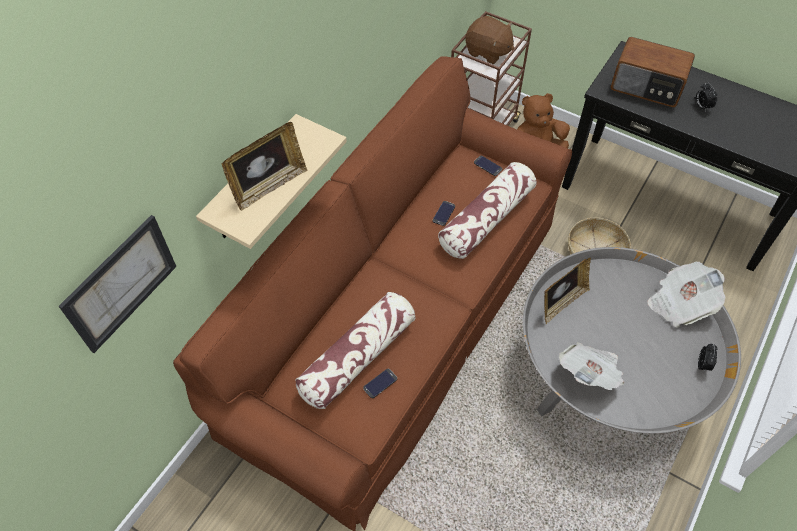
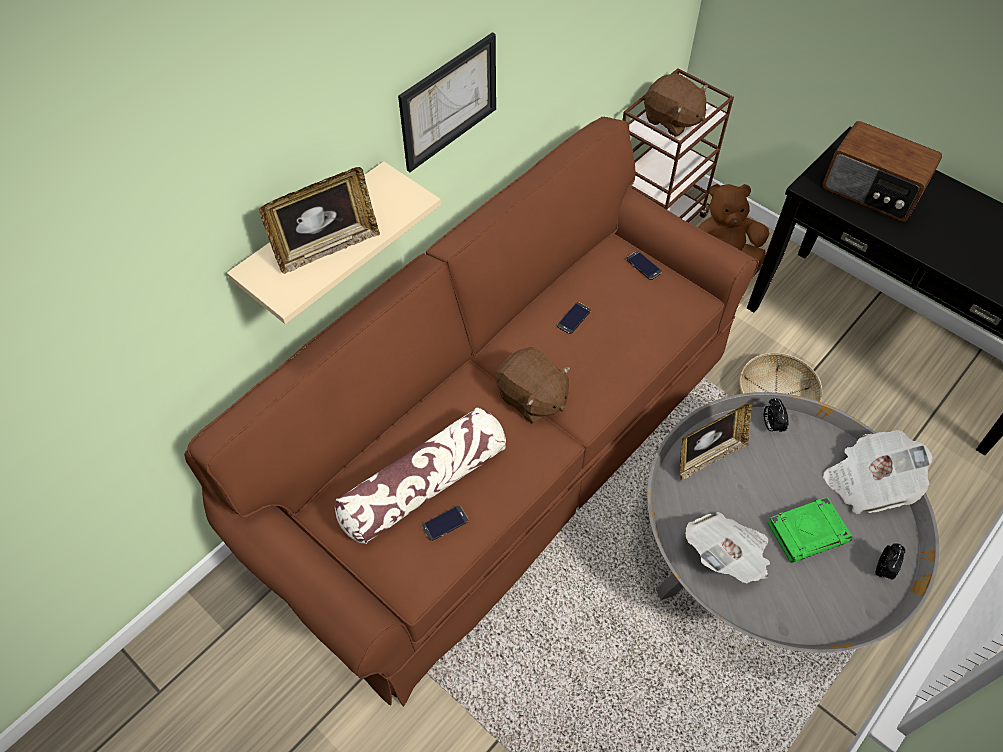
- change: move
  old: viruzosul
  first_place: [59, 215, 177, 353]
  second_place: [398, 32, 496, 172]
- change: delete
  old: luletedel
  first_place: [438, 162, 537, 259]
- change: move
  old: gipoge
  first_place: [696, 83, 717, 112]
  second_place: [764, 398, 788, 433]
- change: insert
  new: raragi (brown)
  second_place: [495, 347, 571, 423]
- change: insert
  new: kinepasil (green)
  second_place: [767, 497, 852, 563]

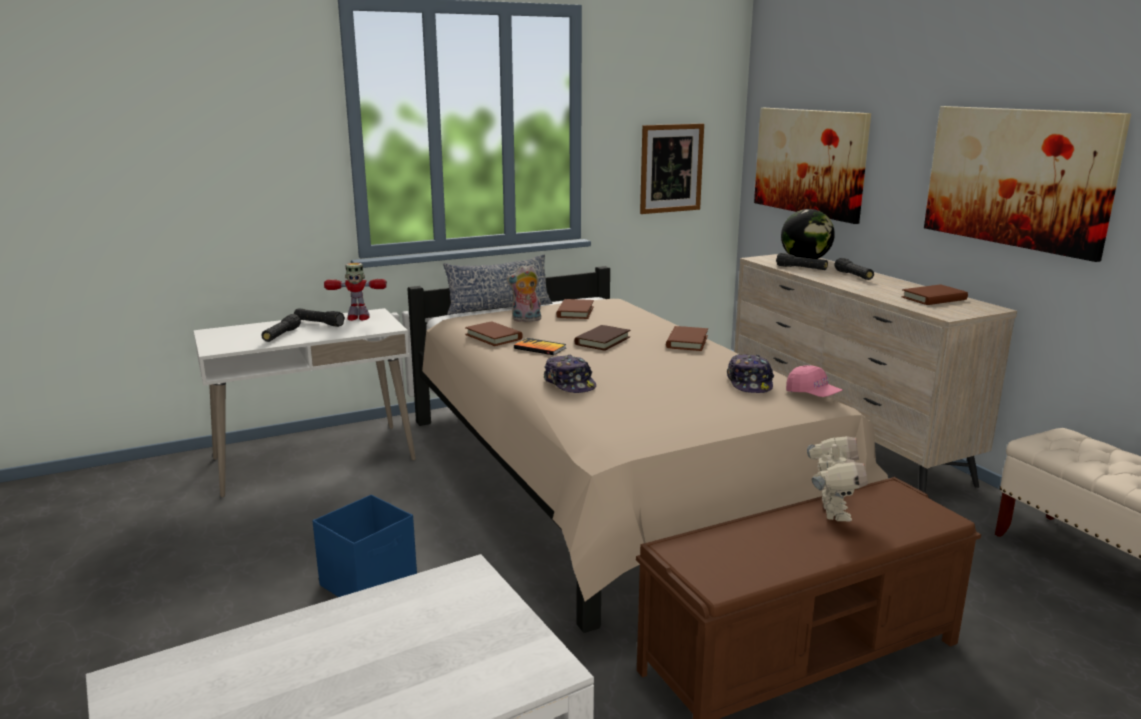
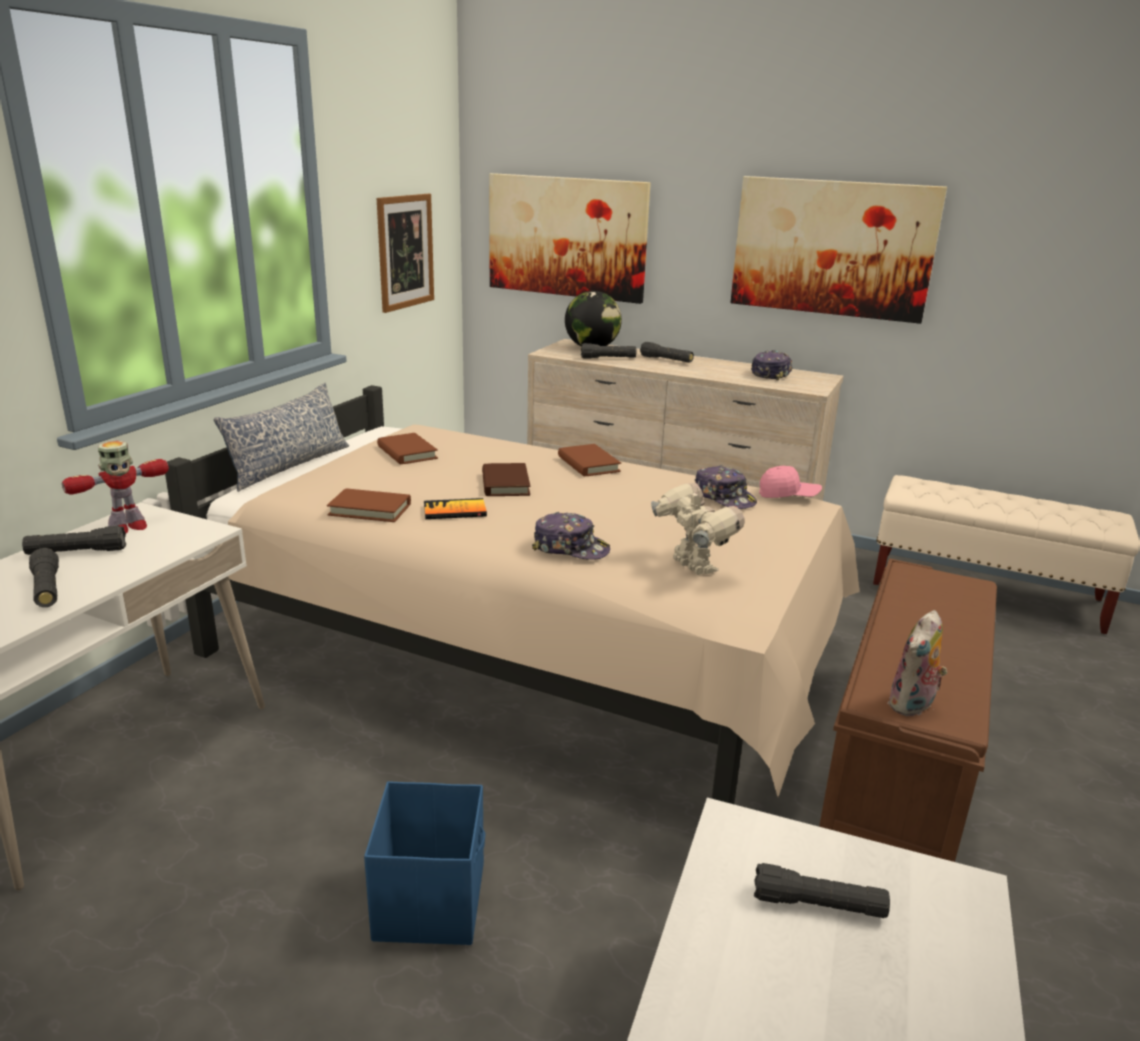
- change: move
  old: raragi
  first_place: [507, 265, 541, 322]
  second_place: [887, 610, 947, 717]
- change: move
  old: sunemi
  first_place: [807, 435, 868, 521]
  second_place: [651, 483, 745, 575]
- change: replace
  old: kinepasil (brown)
  new: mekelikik
  first_place: [901, 284, 968, 305]
  second_place: [751, 350, 793, 381]
- change: insert
  new: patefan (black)
  second_place: [754, 863, 890, 918]

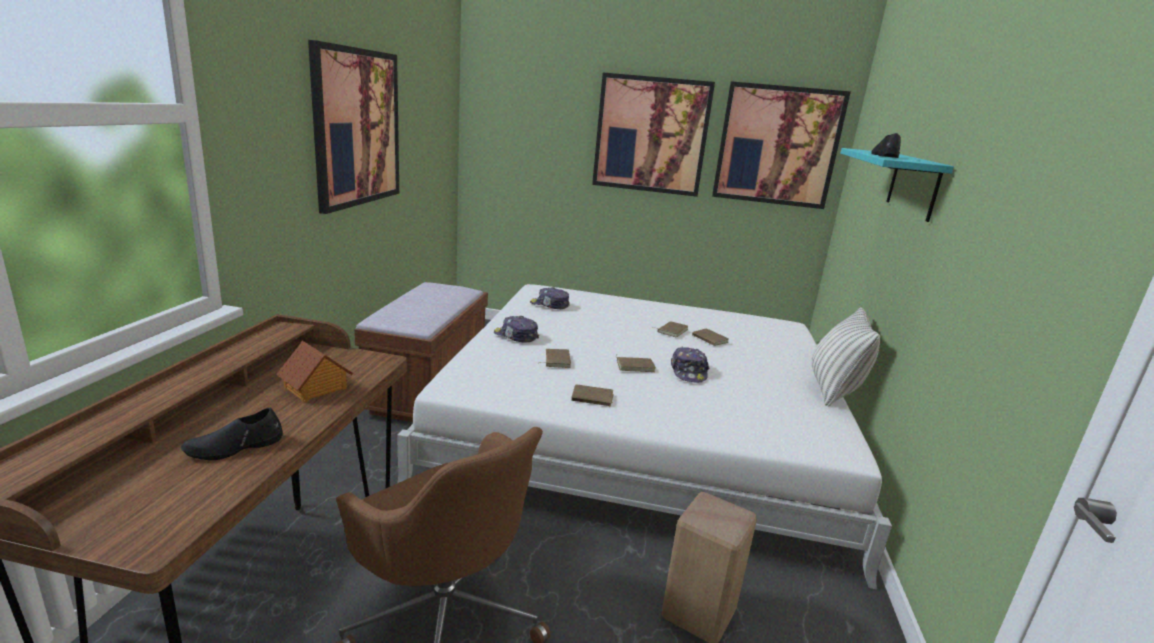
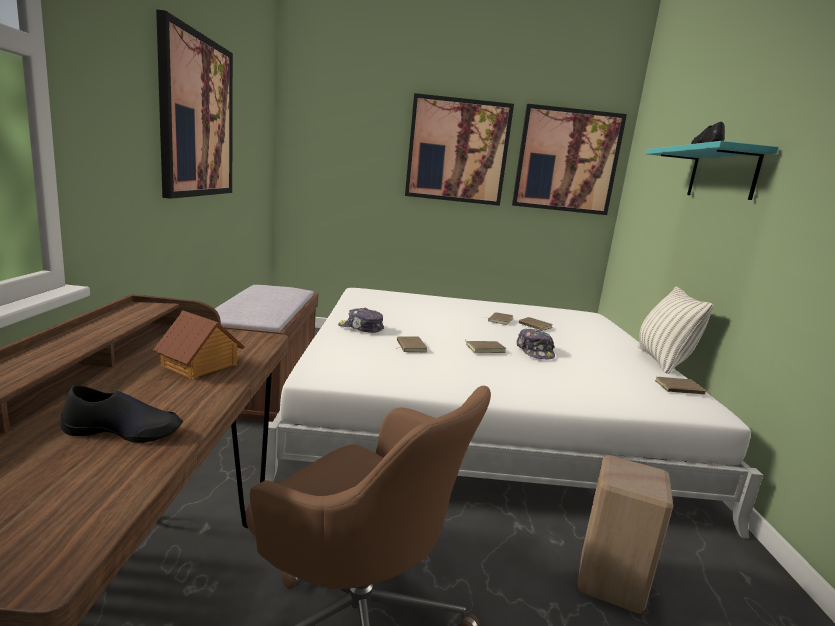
- change: rotate
  old: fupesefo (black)
  first_place: [181, 407, 283, 460]
  second_place: [60, 385, 183, 443]
  degrees: -135
- change: delete
  old: mekelikik
  first_place: [530, 287, 570, 309]
- change: move
  old: kinepasil (brown)
  first_place: [571, 385, 614, 408]
  second_place: [655, 377, 711, 395]

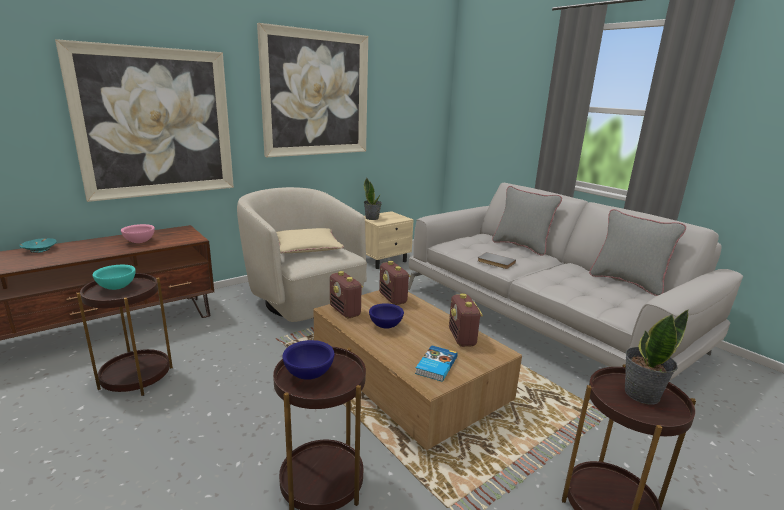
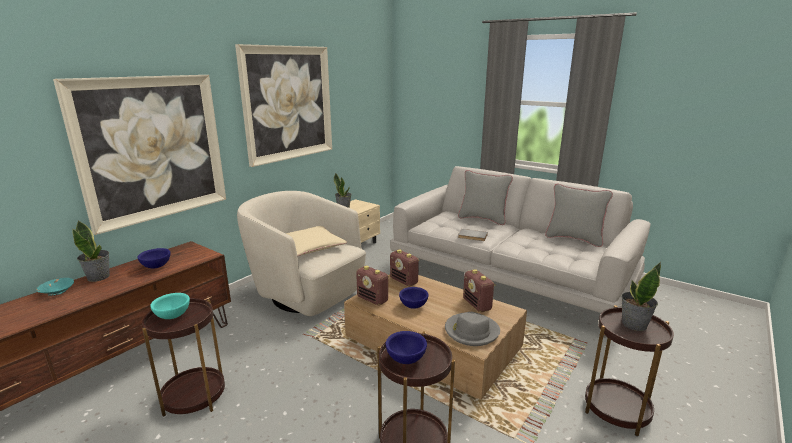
- change: recolor
  old: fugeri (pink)
  new: fugeri (blue)
  first_place: [121, 224, 155, 243]
  second_place: [137, 248, 170, 268]
- change: replace
  old: kinepasil
  new: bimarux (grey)
  first_place: [415, 345, 458, 382]
  second_place: [445, 312, 500, 346]
- change: insert
  new: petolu
  second_place: [72, 220, 110, 282]

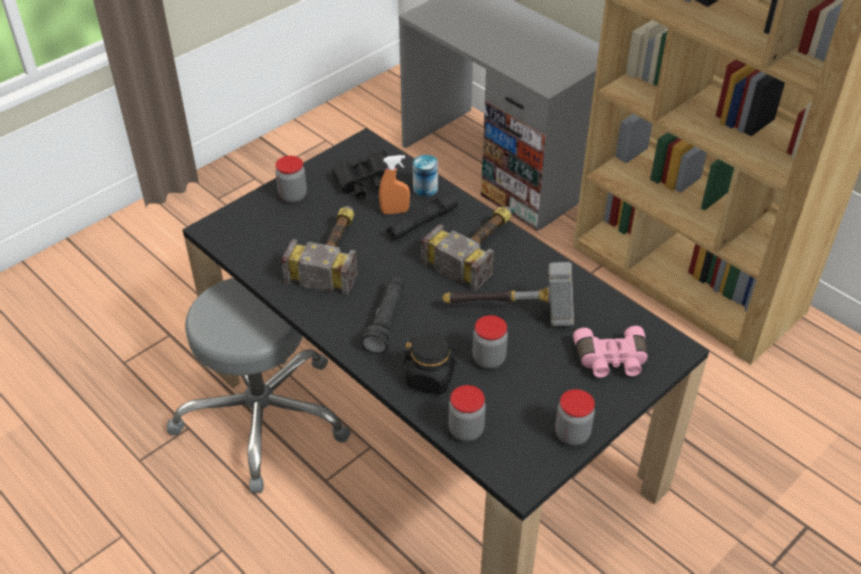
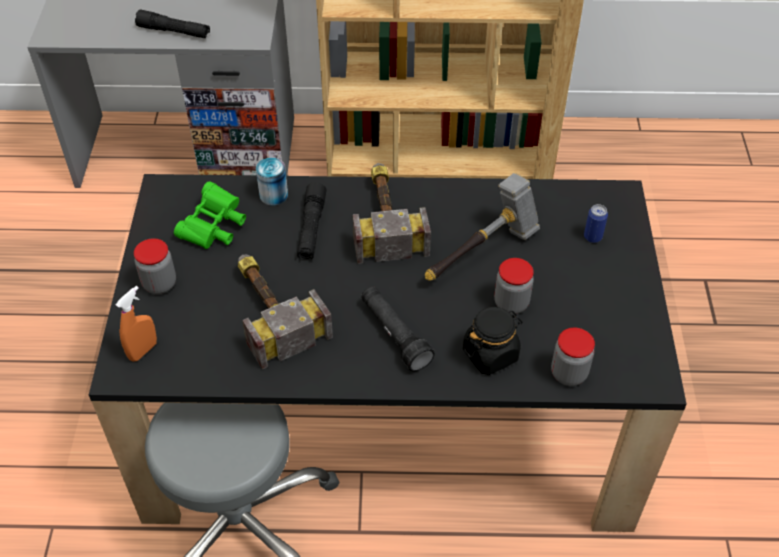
- change: recolor
  old: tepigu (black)
  new: tepigu (green)
  first_place: [332, 149, 388, 200]
  second_place: [174, 181, 246, 249]
- change: move
  old: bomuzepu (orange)
  first_place: [379, 155, 410, 214]
  second_place: [116, 286, 157, 362]
- change: delete
  old: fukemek
  first_place: [555, 389, 595, 446]
- change: replace
  old: tepigu (pink)
  new: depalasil
  first_place: [573, 326, 648, 377]
  second_place: [584, 204, 608, 243]
- change: insert
  new: patefan (black)
  second_place: [135, 10, 210, 38]

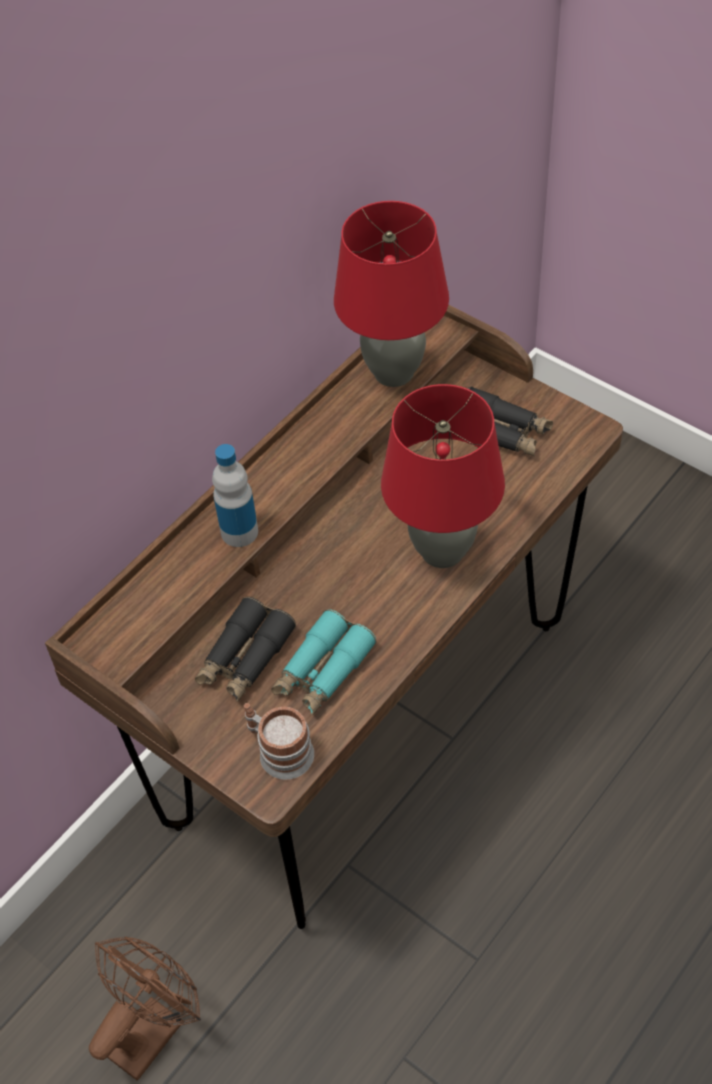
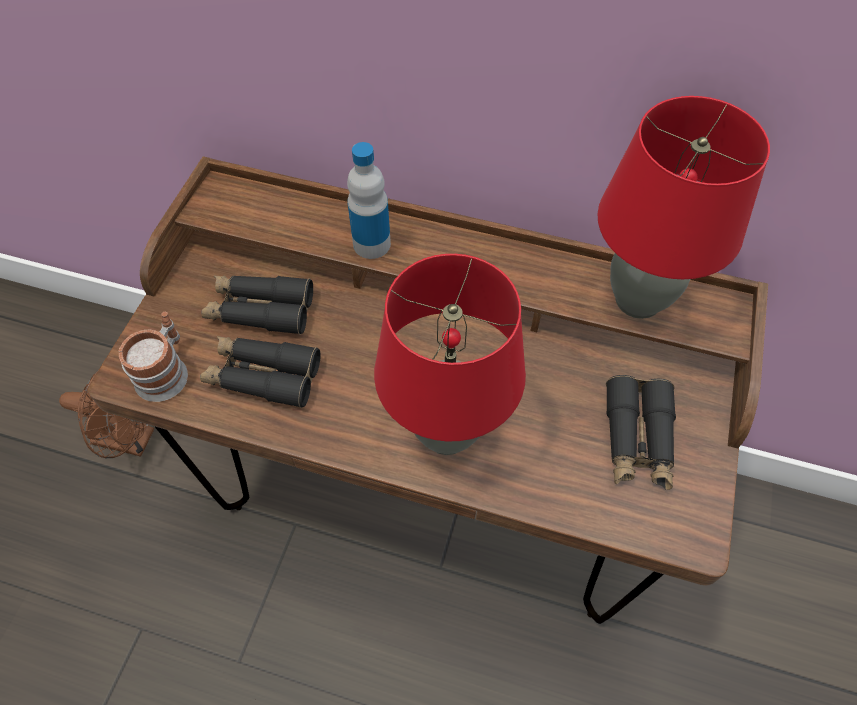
- change: recolor
  old: tepigu (turquoise)
  new: tepigu (black)
  first_place: [271, 609, 376, 715]
  second_place: [200, 336, 321, 408]

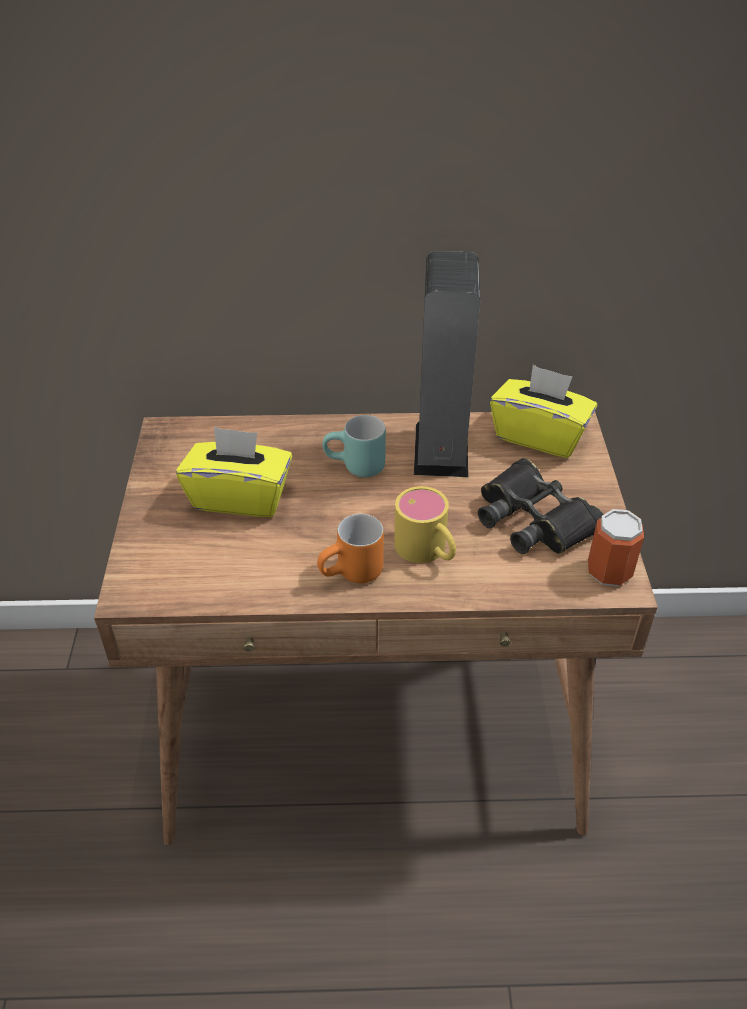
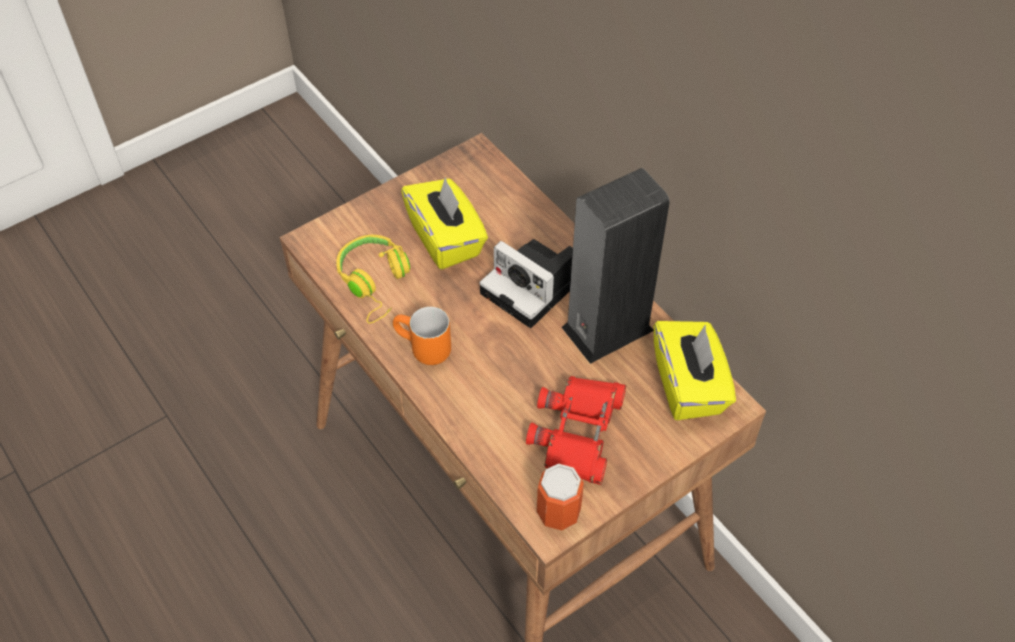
- change: replace
  old: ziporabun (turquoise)
  new: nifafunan
  first_place: [323, 415, 386, 477]
  second_place: [480, 239, 573, 328]
- change: delete
  old: ziporabun (yellow)
  first_place: [394, 486, 456, 563]
- change: recolor
  old: tepigu (black)
  new: tepigu (red)
  first_place: [478, 458, 604, 554]
  second_place: [526, 376, 626, 485]
- change: insert
  new: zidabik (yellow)
  second_place: [336, 235, 410, 323]

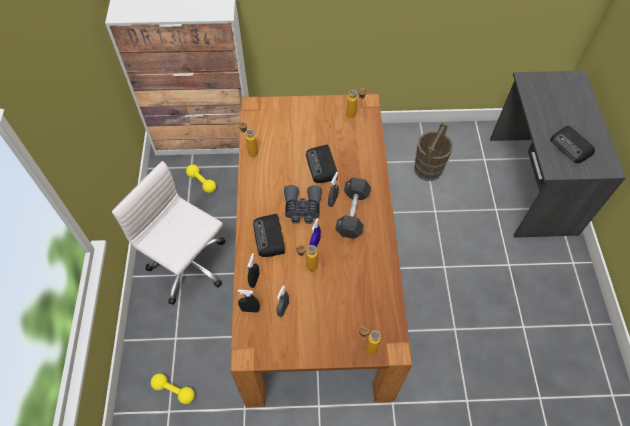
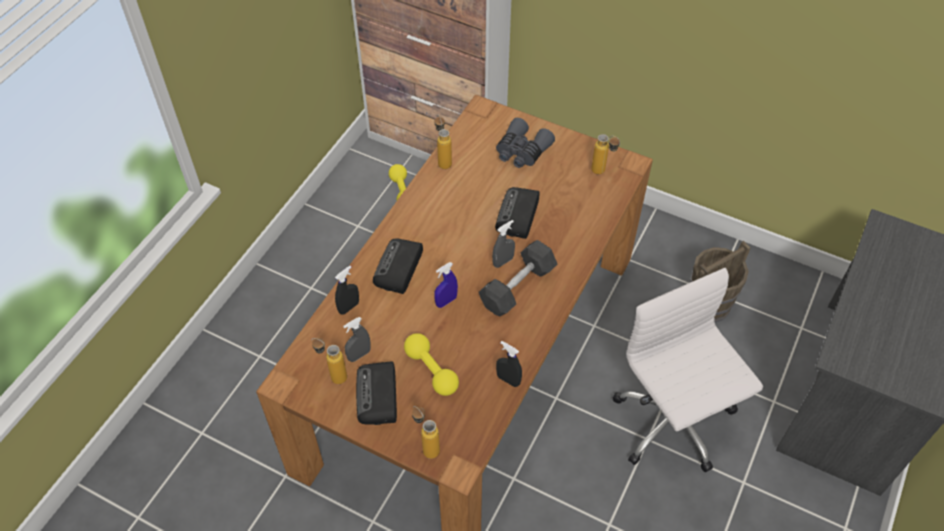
- change: move
  old: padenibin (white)
  first_place: [112, 161, 225, 305]
  second_place: [613, 268, 763, 472]
- change: move
  old: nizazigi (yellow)
  first_place: [151, 373, 195, 404]
  second_place: [404, 333, 459, 396]
- change: move
  old: bomuzepu (black)
  first_place: [237, 290, 260, 313]
  second_place: [496, 341, 522, 387]
- change: move
  old: tepigu (grey)
  first_place: [284, 185, 322, 224]
  second_place: [496, 118, 555, 168]
- change: move
  old: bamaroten
  first_place: [296, 245, 318, 271]
  second_place: [312, 338, 347, 384]
- change: move
  old: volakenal
  first_place: [551, 126, 595, 163]
  second_place: [356, 361, 397, 425]

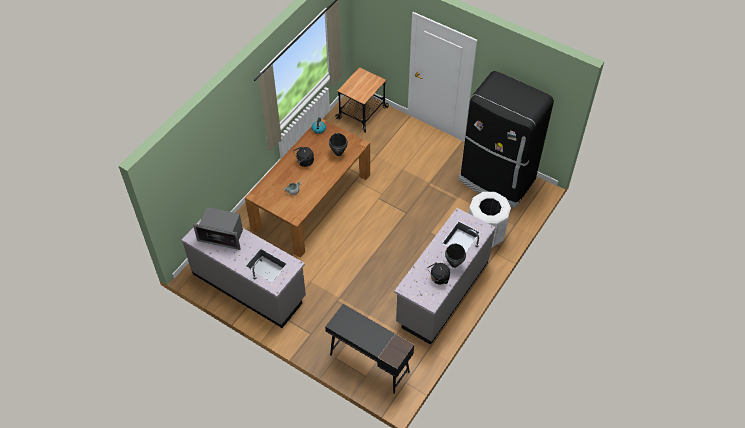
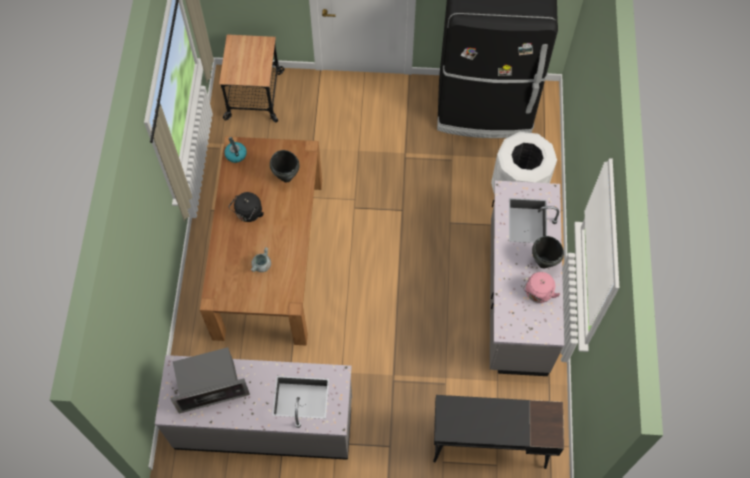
- change: recolor
  old: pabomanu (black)
  new: pabomanu (pink)
  first_place: [428, 262, 450, 285]
  second_place: [523, 272, 560, 303]

